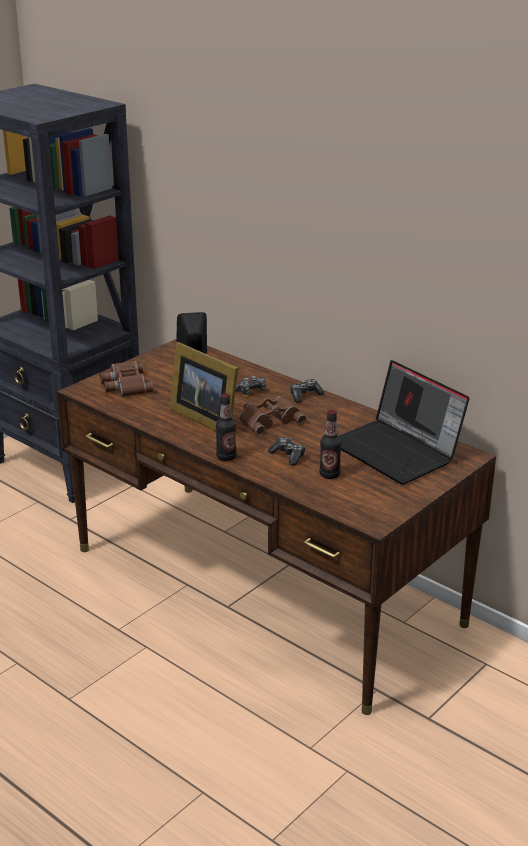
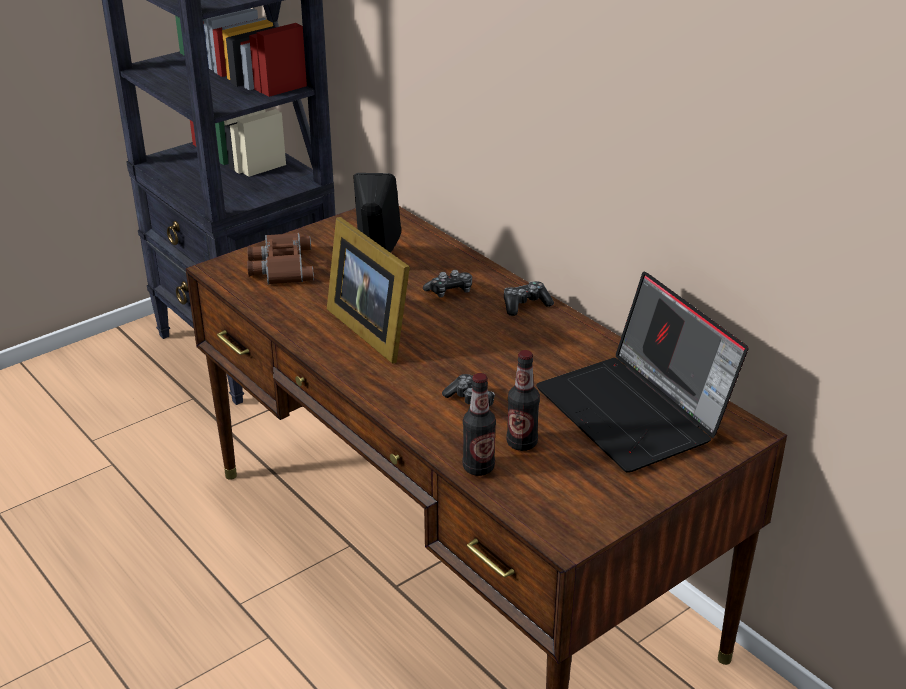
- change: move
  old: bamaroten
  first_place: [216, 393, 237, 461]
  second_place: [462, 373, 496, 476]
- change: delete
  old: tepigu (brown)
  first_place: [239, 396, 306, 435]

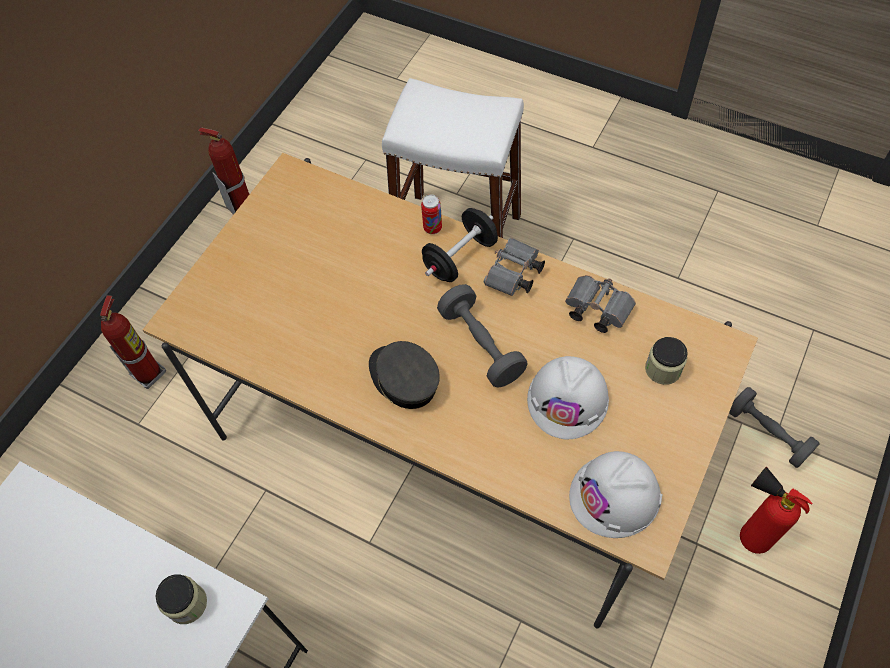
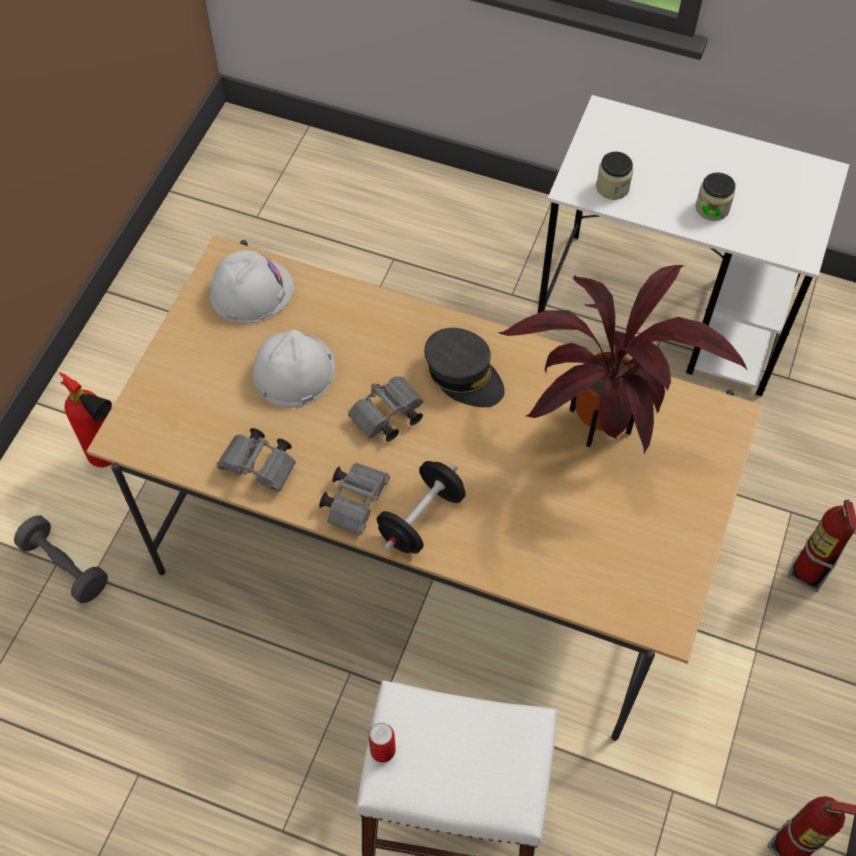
- change: move
  old: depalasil
  first_place: [421, 194, 442, 234]
  second_place: [368, 723, 396, 762]
- change: replace
  old: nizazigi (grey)
  new: tepigu (grey)
  first_place: [437, 284, 528, 387]
  second_place: [348, 376, 423, 442]
- change: move
  old: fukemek
  first_place: [645, 337, 688, 385]
  second_place: [695, 172, 735, 221]
- change: insert
  new: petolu
  second_place: [497, 265, 747, 453]

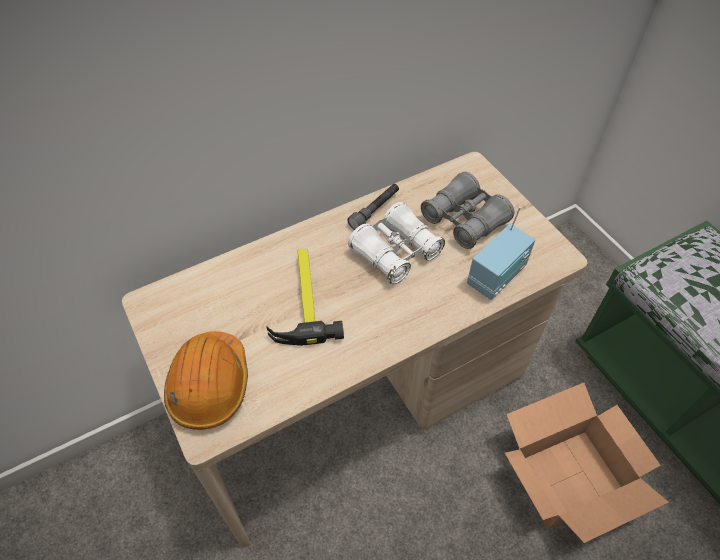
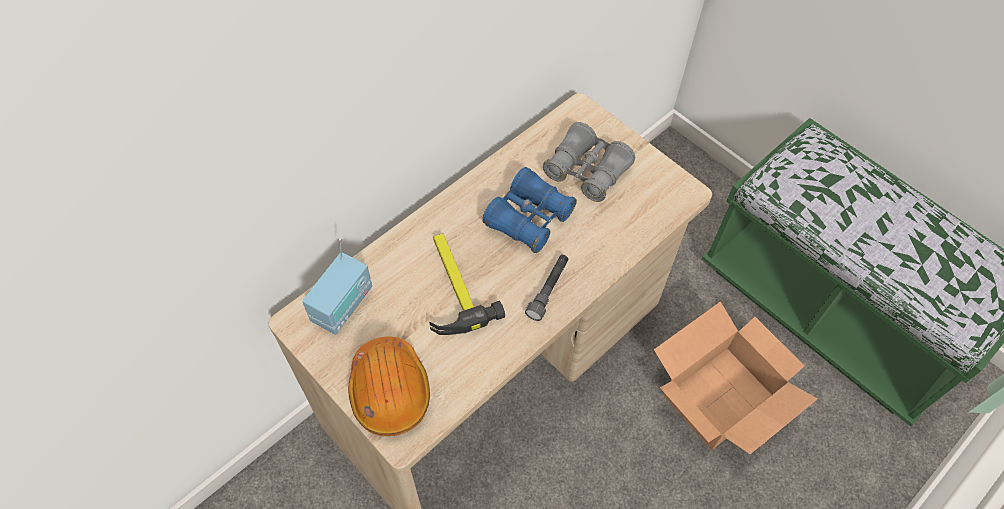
- change: move
  old: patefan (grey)
  first_place: [347, 184, 399, 230]
  second_place: [525, 255, 569, 321]
- change: recolor
  old: tepigu (white)
  new: tepigu (blue)
  first_place: [348, 202, 445, 284]
  second_place: [482, 167, 577, 253]
- change: move
  old: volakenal
  first_place: [467, 207, 535, 300]
  second_place: [302, 238, 372, 335]

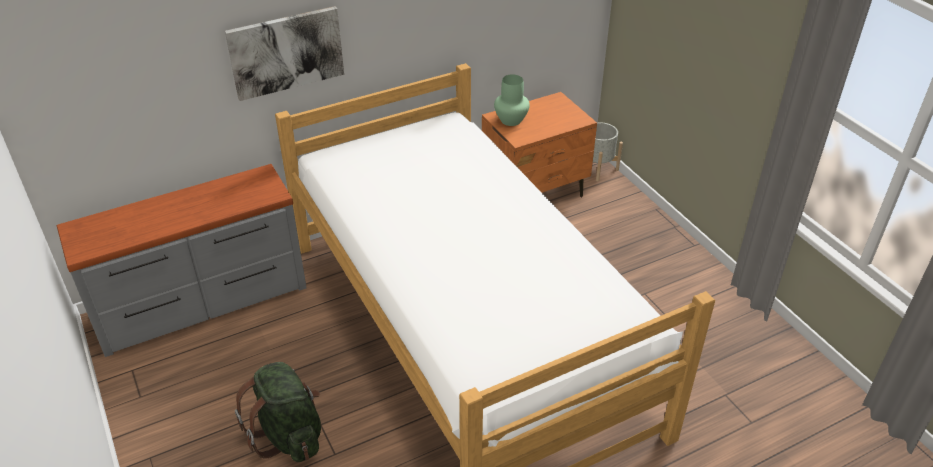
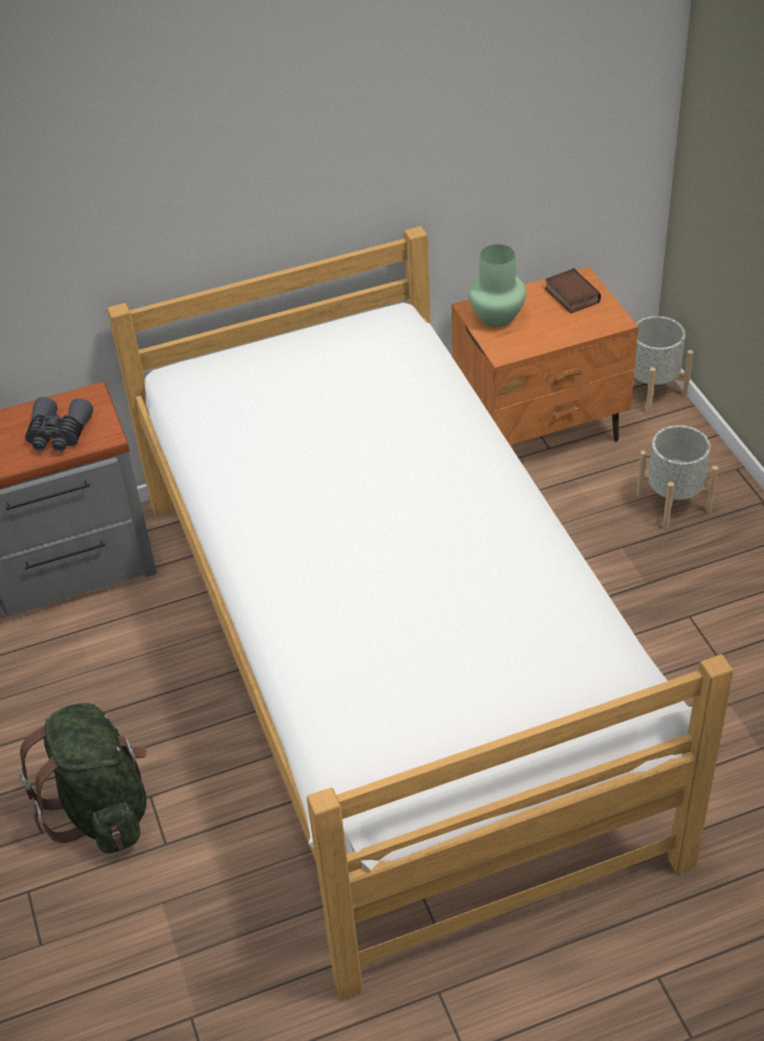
- change: delete
  old: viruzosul
  first_place: [225, 6, 344, 101]
- change: insert
  new: tepigu (grey)
  second_place: [25, 397, 93, 452]
- change: insert
  new: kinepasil
  second_place: [545, 268, 601, 313]
- change: insert
  new: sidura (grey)
  second_place: [636, 425, 718, 529]

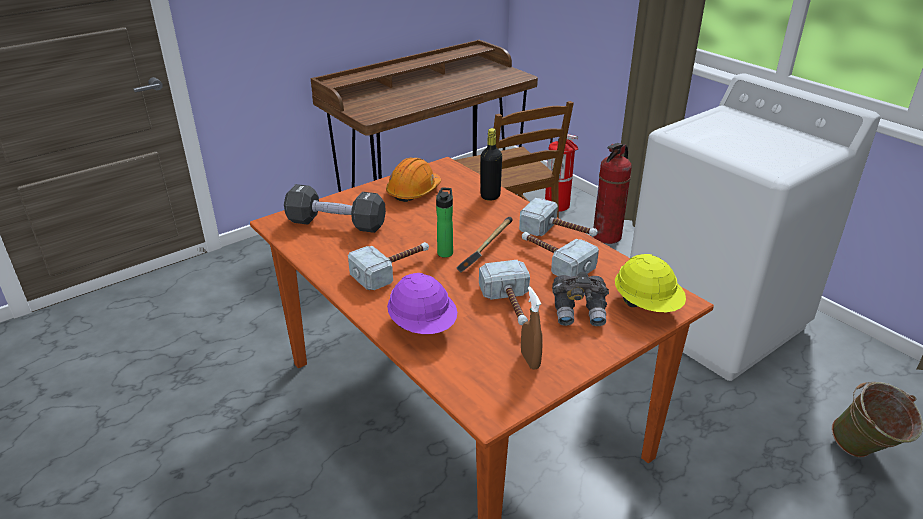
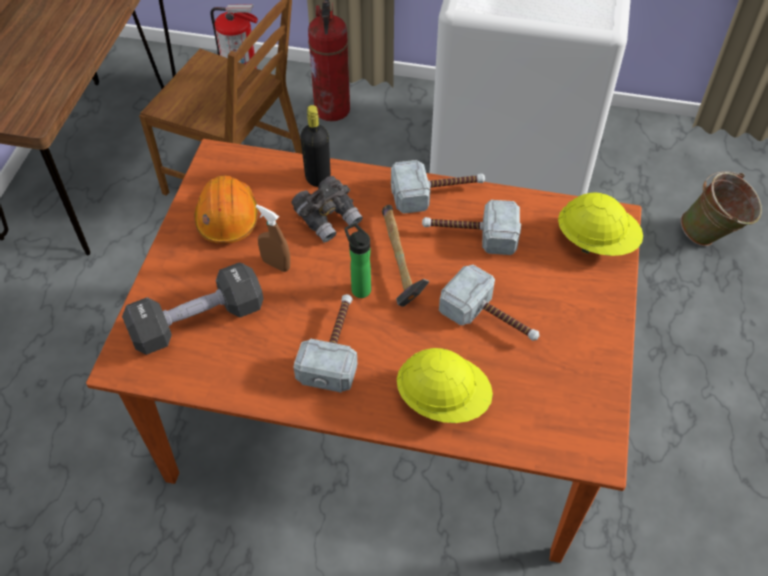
- change: recolor
  old: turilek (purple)
  new: turilek (yellow)
  first_place: [387, 273, 457, 334]
  second_place: [397, 348, 493, 423]
- change: move
  old: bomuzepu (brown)
  first_place: [521, 287, 543, 370]
  second_place: [256, 205, 290, 272]
- change: move
  old: tepigu (grey)
  first_place: [552, 272, 609, 326]
  second_place: [291, 176, 363, 242]

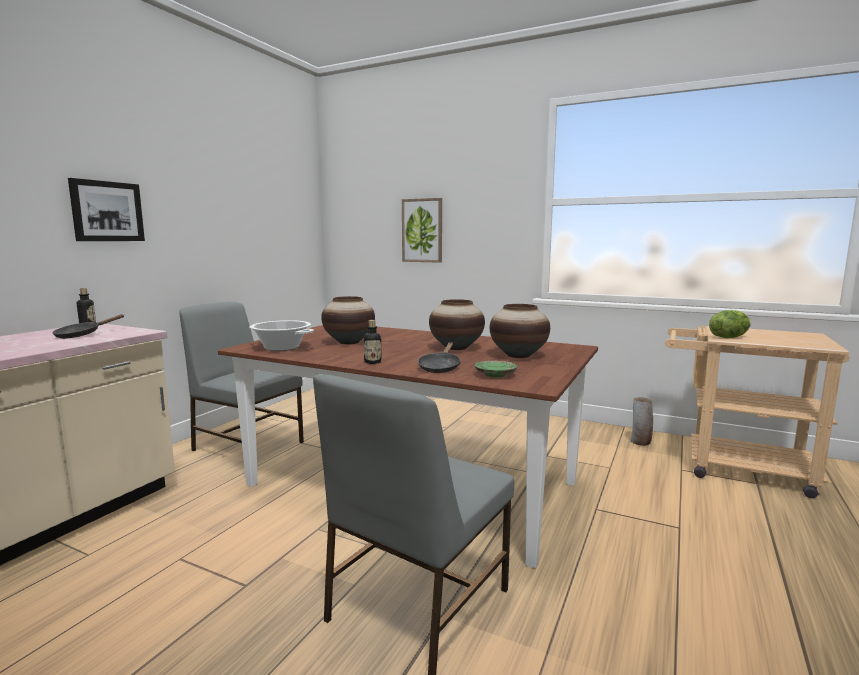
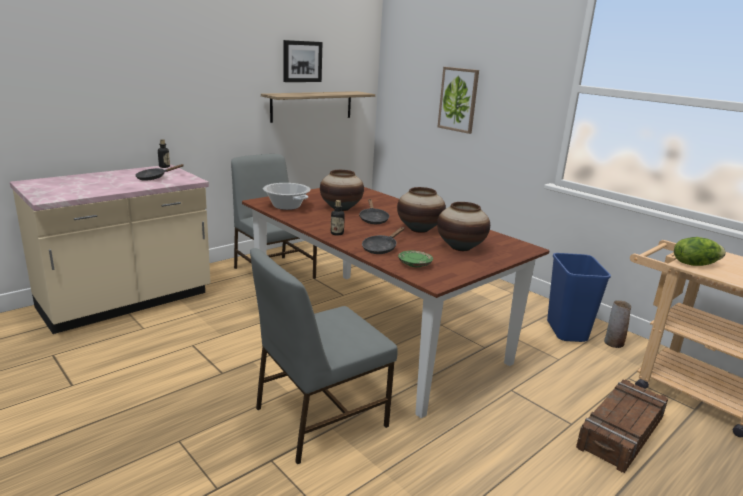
- change: move
  old: viruzosul
  first_place: [68, 178, 145, 241]
  second_place: [284, 40, 322, 82]
- change: insert
  new: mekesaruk
  second_place: [261, 91, 375, 123]
- change: insert
  new: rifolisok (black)
  second_place: [359, 199, 390, 224]
- change: insert
  new: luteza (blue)
  second_place: [547, 253, 611, 342]
- change: insert
  new: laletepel
  second_place: [576, 379, 668, 473]

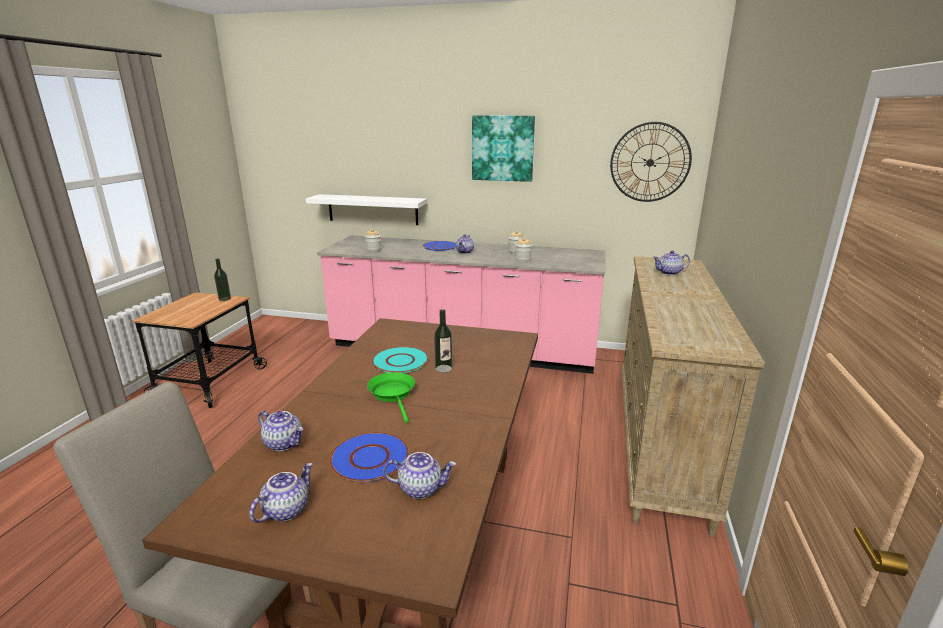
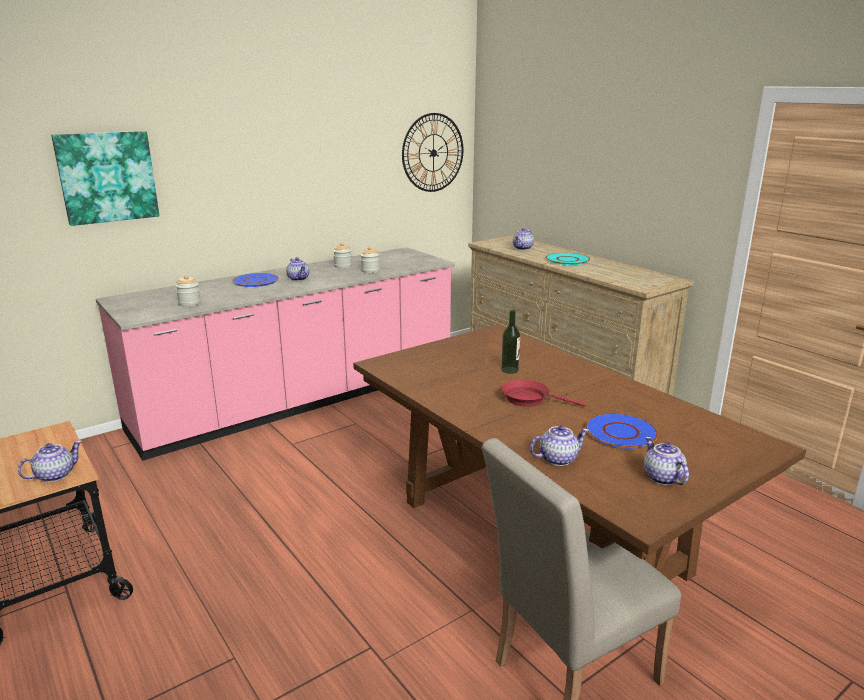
- change: delete
  old: bamaroten
  first_place: [214, 258, 231, 301]
- change: delete
  old: mekesaruk (white)
  first_place: [306, 194, 427, 225]
- change: recolor
  old: rifolisok (green)
  new: rifolisok (red)
  first_place: [367, 372, 415, 423]
  second_place: [501, 380, 586, 407]
- change: move
  old: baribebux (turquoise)
  first_place: [372, 347, 429, 373]
  second_place: [546, 253, 590, 265]
- change: move
  old: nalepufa
  first_place: [383, 452, 456, 499]
  second_place: [18, 441, 82, 482]
- change: move
  old: viruzosul
  first_place: [472, 115, 535, 182]
  second_place: [51, 131, 159, 226]

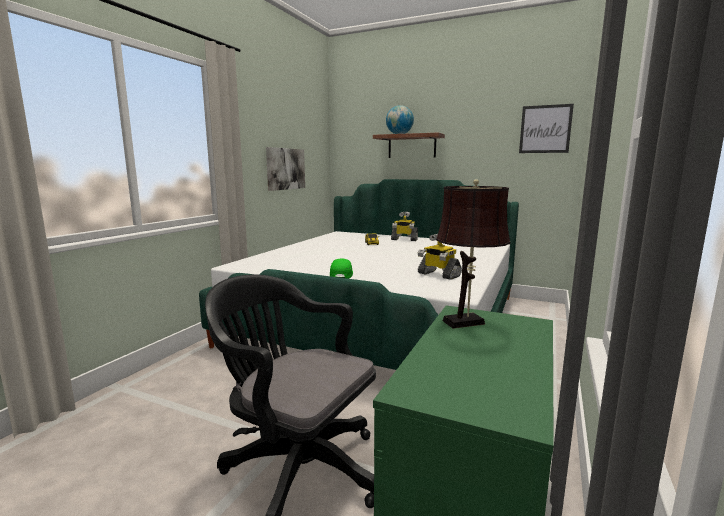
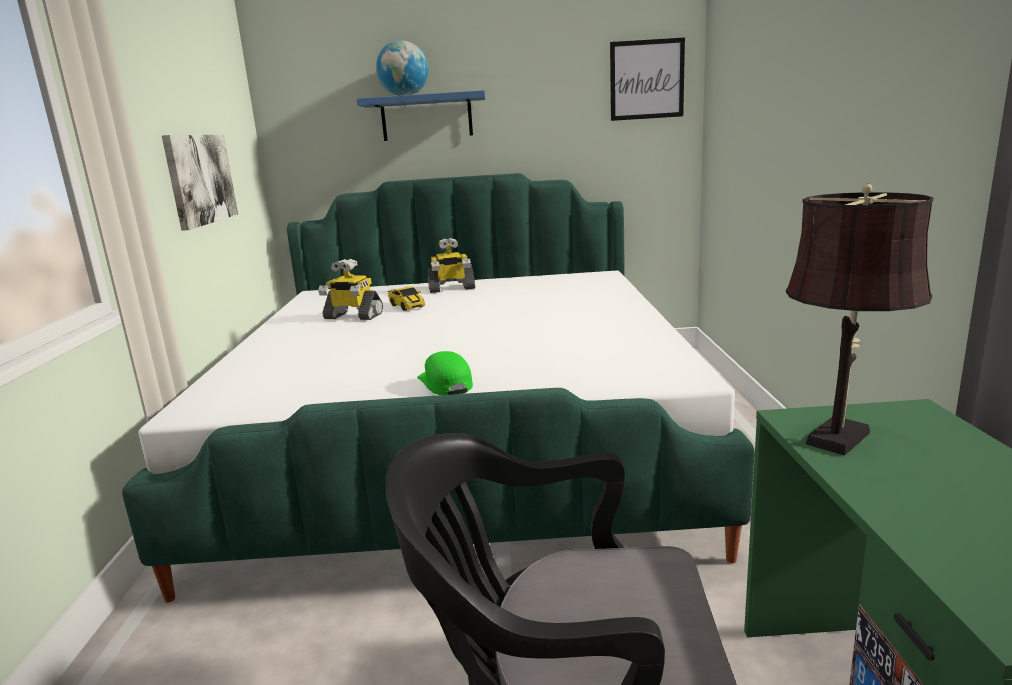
- change: recolor
  old: mekesaruk (brown)
  new: mekesaruk (blue)
  first_place: [373, 132, 445, 158]
  second_place: [357, 90, 485, 141]
- change: move
  old: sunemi
  first_place: [418, 234, 462, 280]
  second_place: [318, 259, 383, 320]

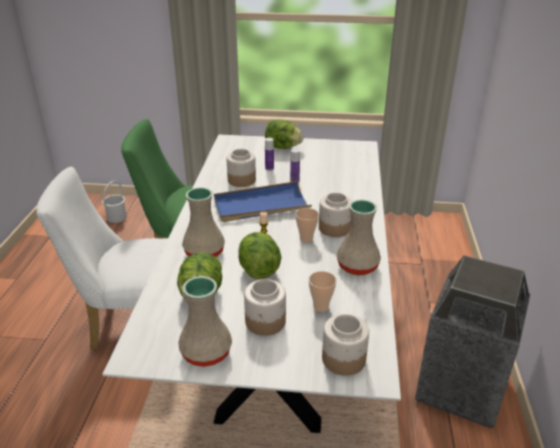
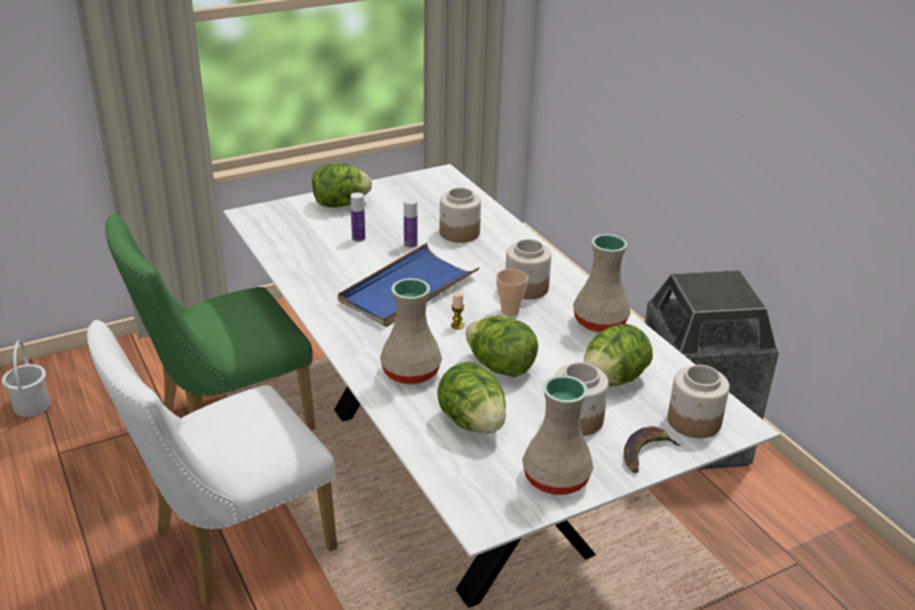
- change: move
  old: fukemek
  first_place: [227, 149, 256, 187]
  second_place: [440, 188, 481, 243]
- change: replace
  old: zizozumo
  new: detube
  first_place: [309, 271, 337, 312]
  second_place: [584, 324, 653, 386]
- change: insert
  new: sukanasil
  second_place: [624, 426, 682, 473]

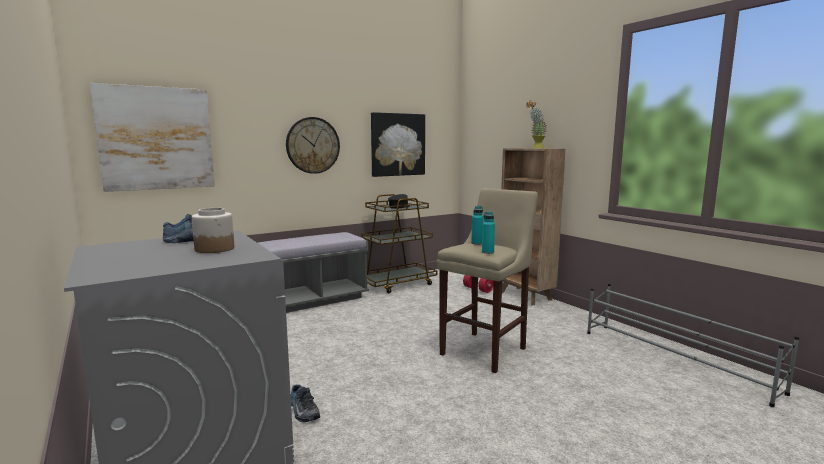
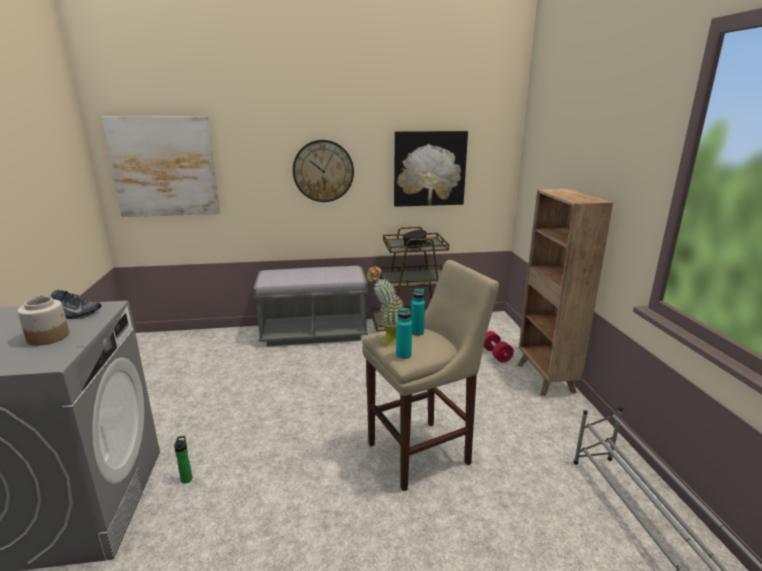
- change: replace
  old: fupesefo
  new: bamaroten
  first_place: [291, 384, 320, 422]
  second_place: [174, 436, 192, 484]
- change: move
  old: petolu
  first_place: [526, 100, 547, 148]
  second_place: [366, 266, 404, 345]

